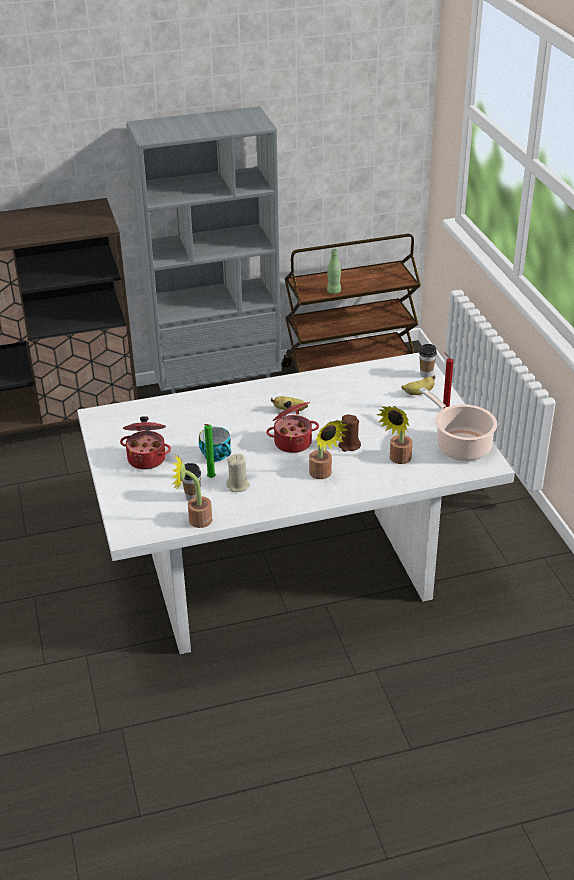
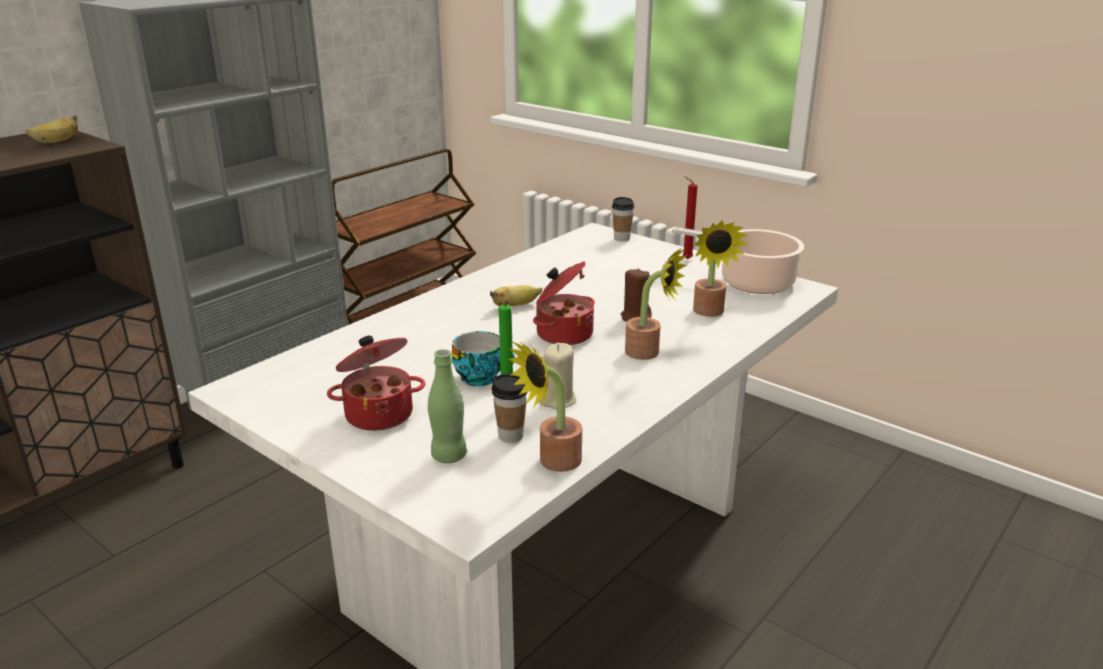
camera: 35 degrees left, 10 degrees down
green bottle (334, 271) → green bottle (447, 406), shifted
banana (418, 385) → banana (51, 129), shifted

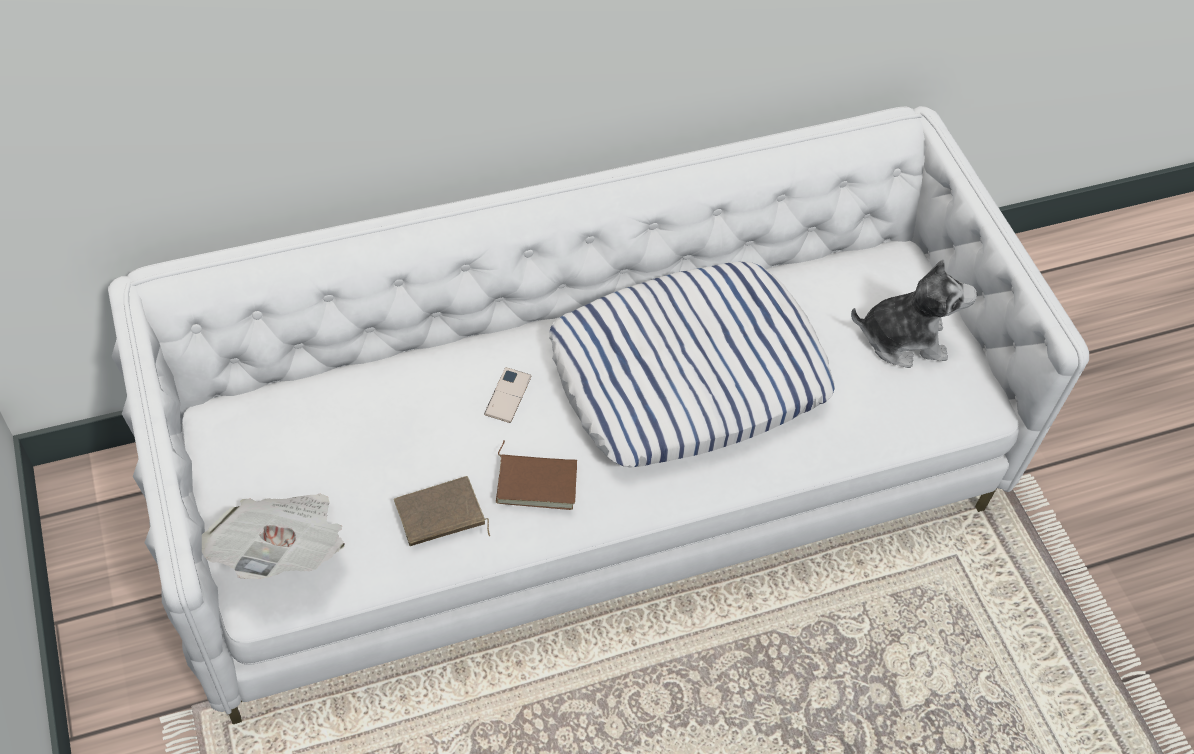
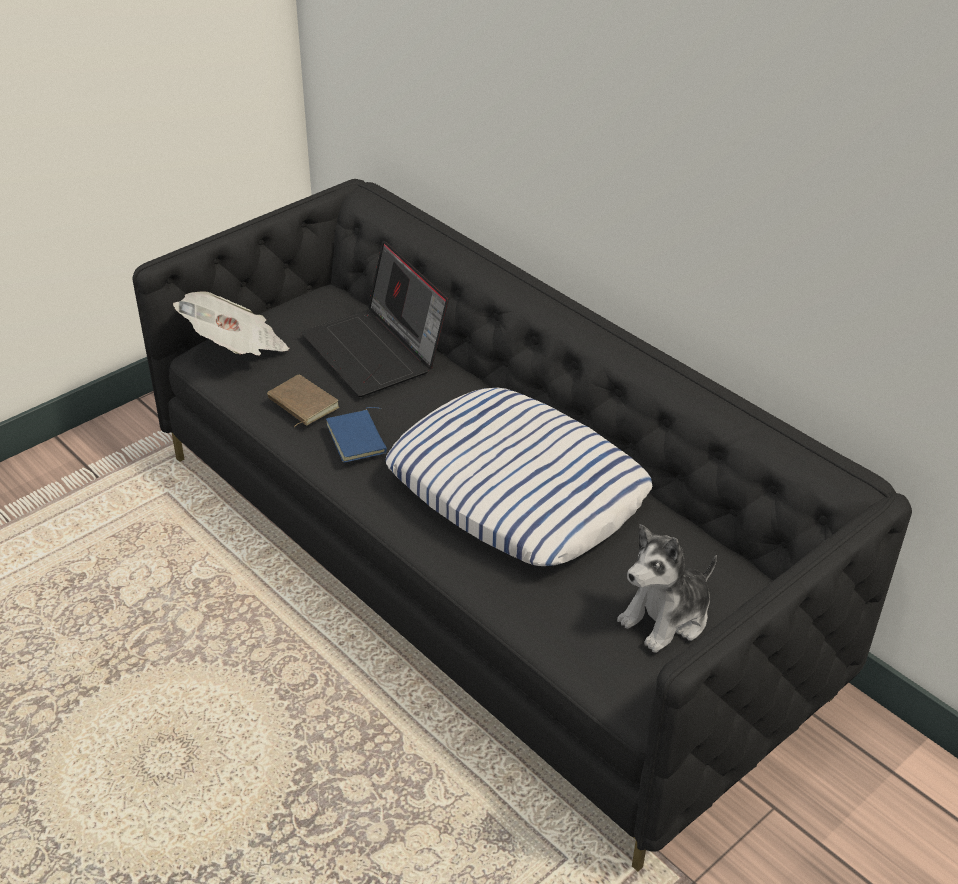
camera: 70 degrees right, 15 degrees down
phone (507, 395) → -
- → laptop (375, 318)
white sofa (598, 415) → black sofa (522, 525)
brown book (536, 475) → blue book (356, 435)
plush toy (914, 314) → plush toy (667, 589), 75 degrees clockwise

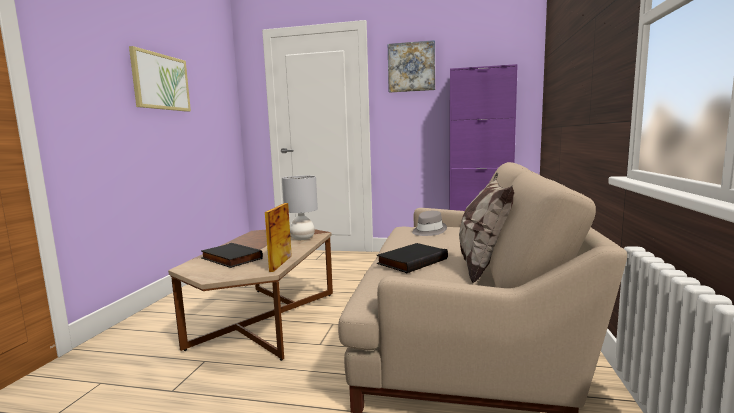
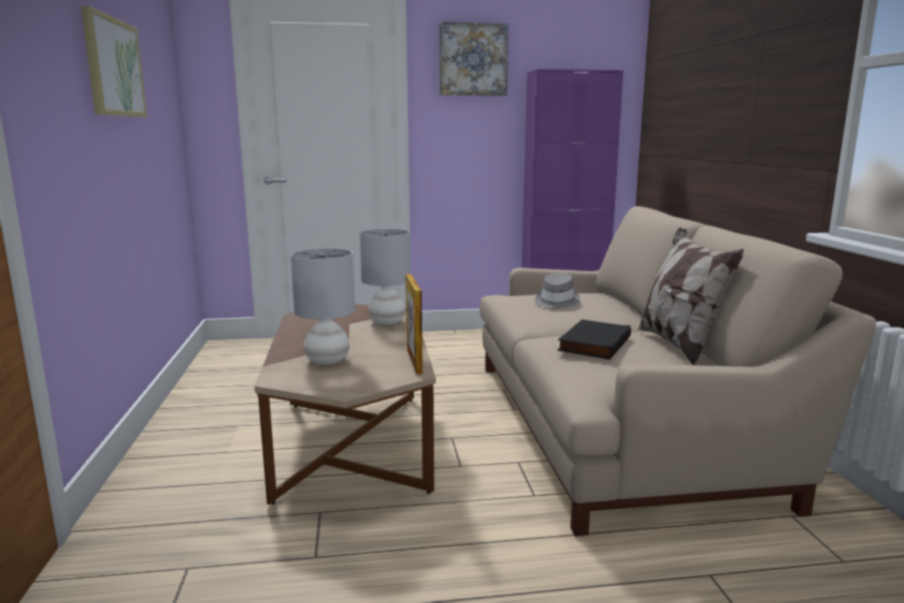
camera: 20 degrees left, 5 degrees up
black book (232, 255) → grey table lamp (323, 306)

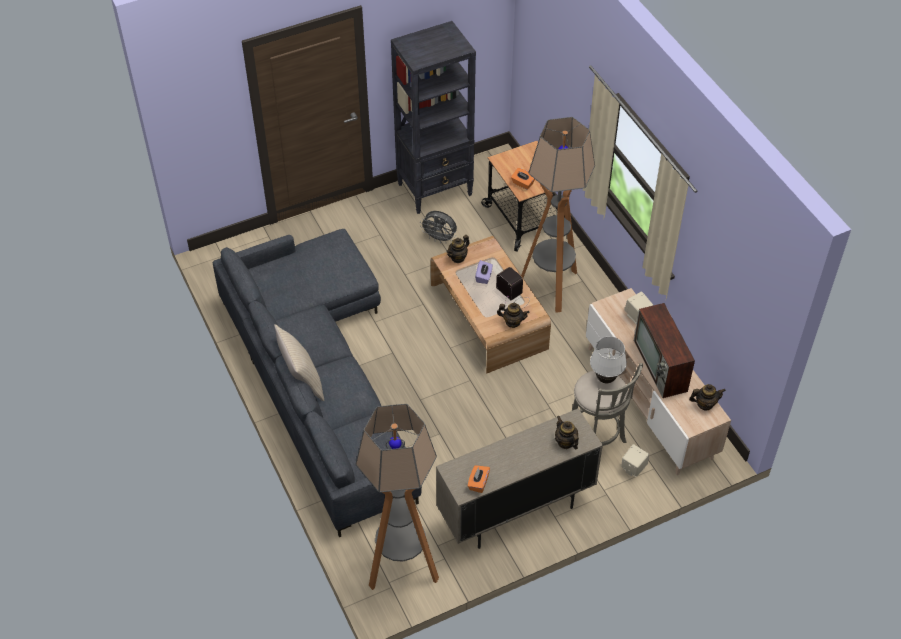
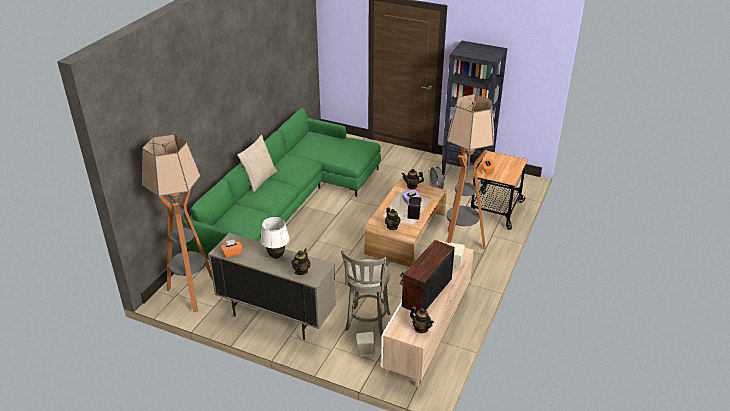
camera: 50 degrees right, 15 degrees down
white table lamp (608, 359) → white table lamp (275, 238), shifted
grey sofa (317, 383) → green sofa (282, 184)

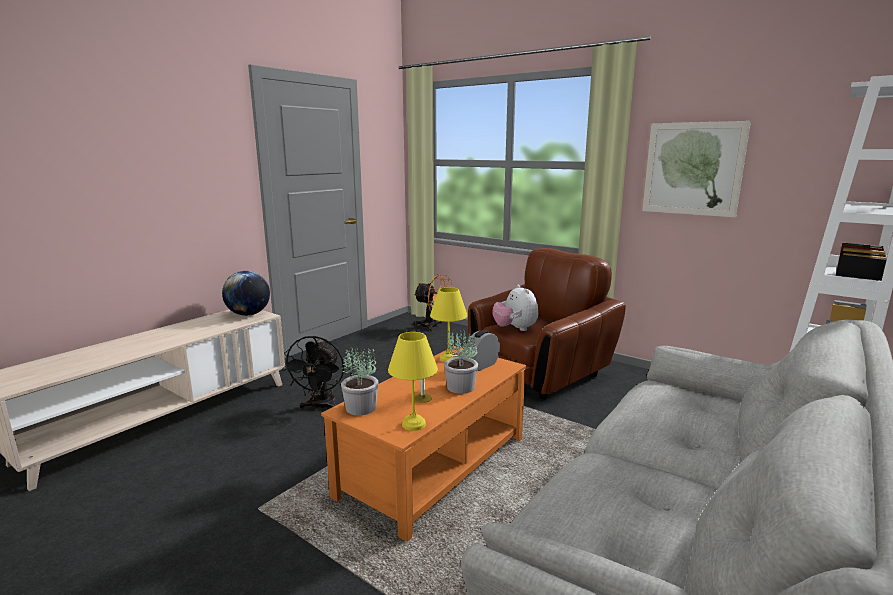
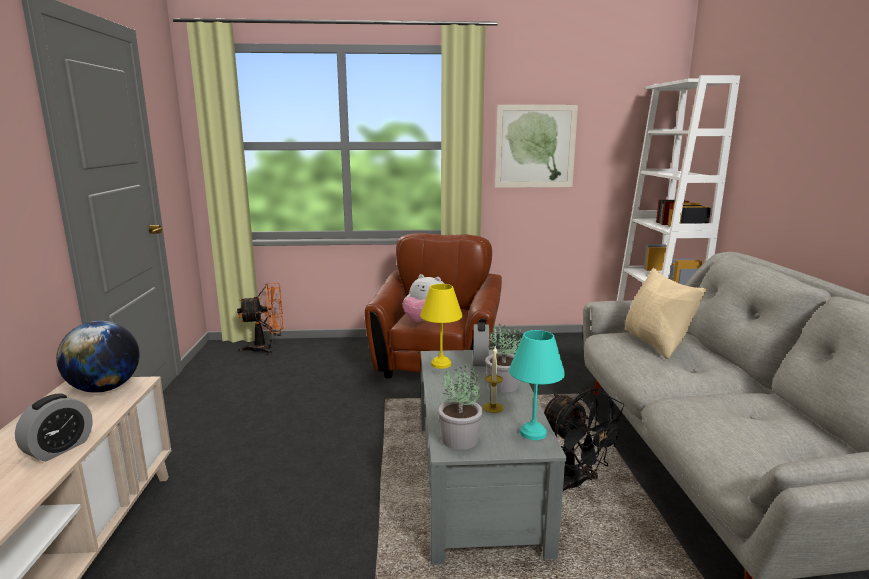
camera: 40 degrees left, 0 degrees up
- → alarm clock (54, 427)
- → beige pillow (665, 313)
black fan (313, 373) → black fan (586, 440), shifted
orange coffee table (423, 444) → grey coffee table (494, 457)
yellow table lamp (413, 381) → turquoise table lamp (537, 385)

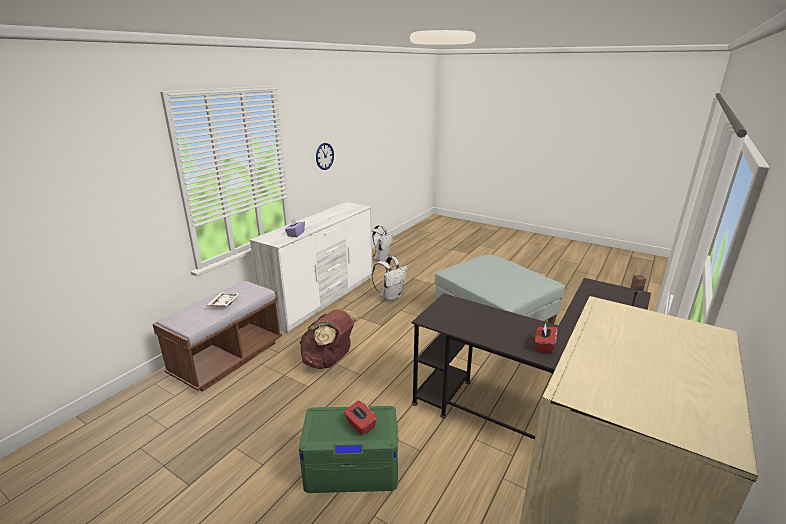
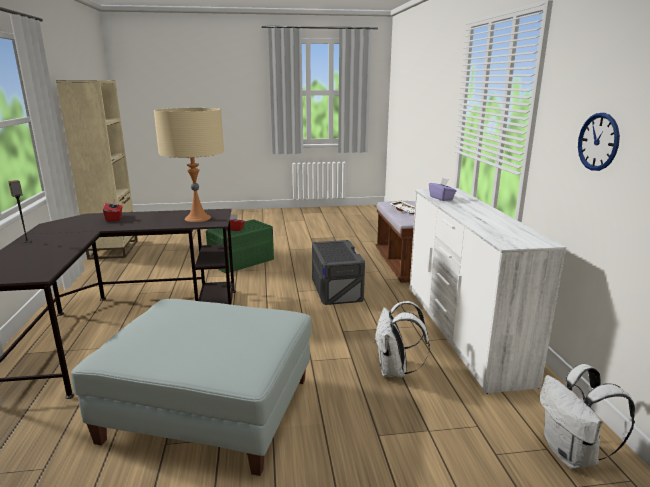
camera: 140 degrees right, 5 degrees down
- → beige table lamp (189, 165)
brown backpack (328, 339) → grey storage box (338, 272)

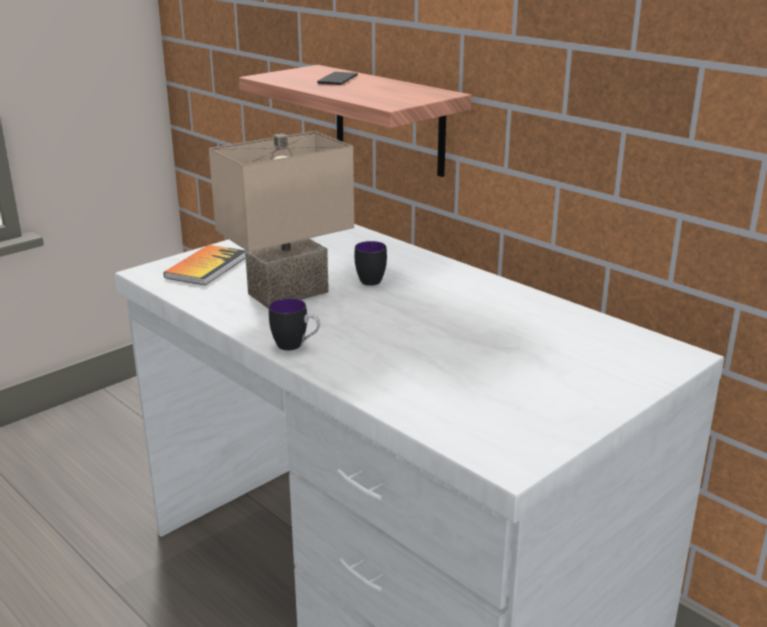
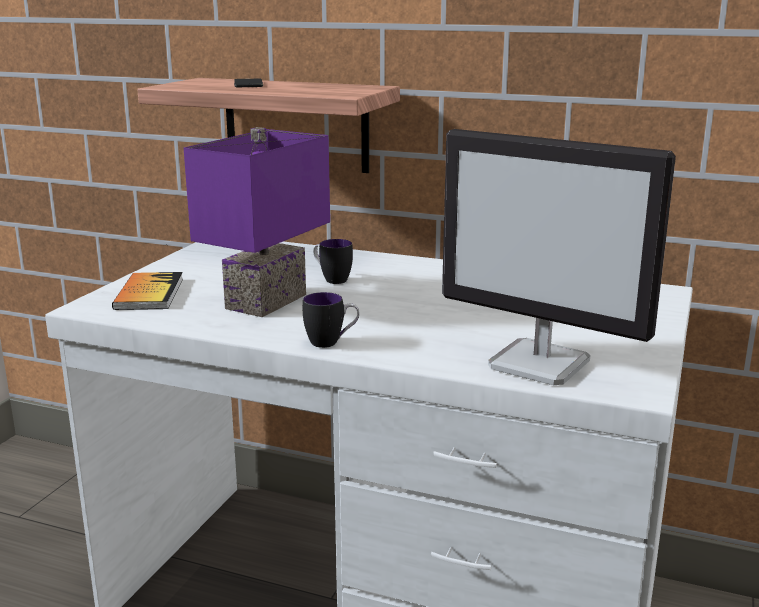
camera: 25 degrees left, 5 degrees down
- → monitor (559, 257)
beige table lamp (281, 220) → purple table lamp (257, 222)

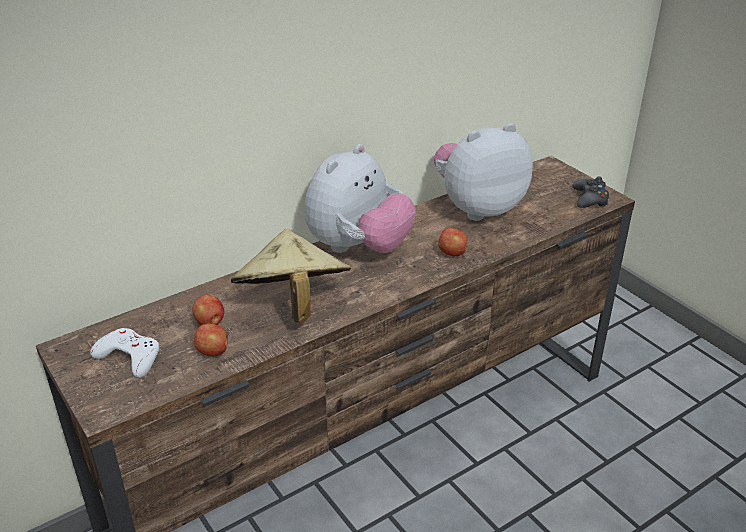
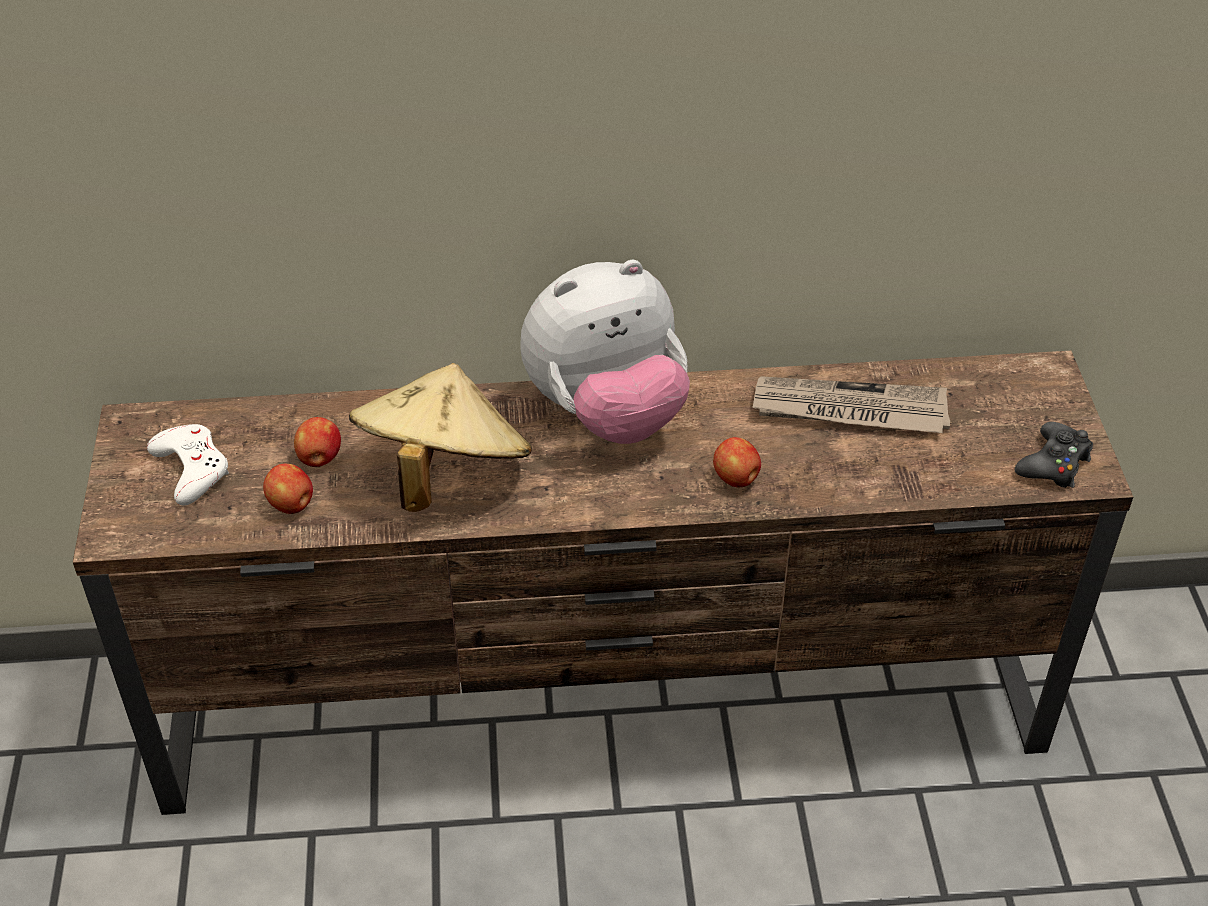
camera: 30 degrees right, 10 degrees up
plush toy (483, 172) → newspaper (851, 404)

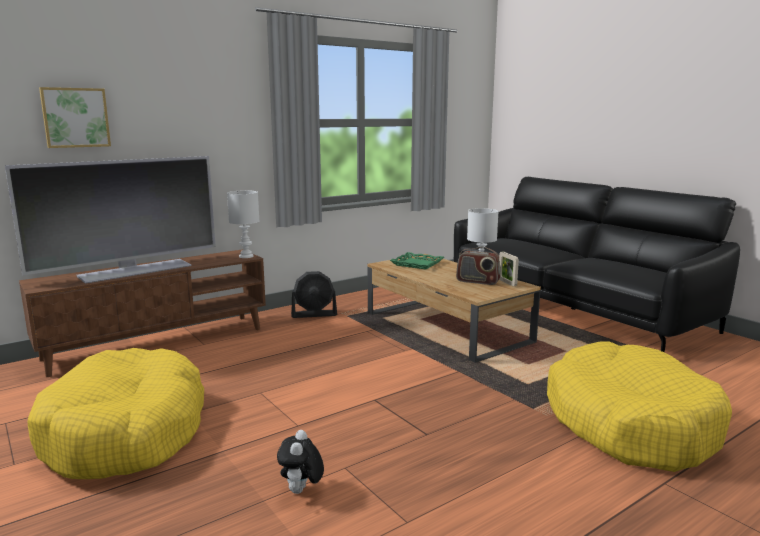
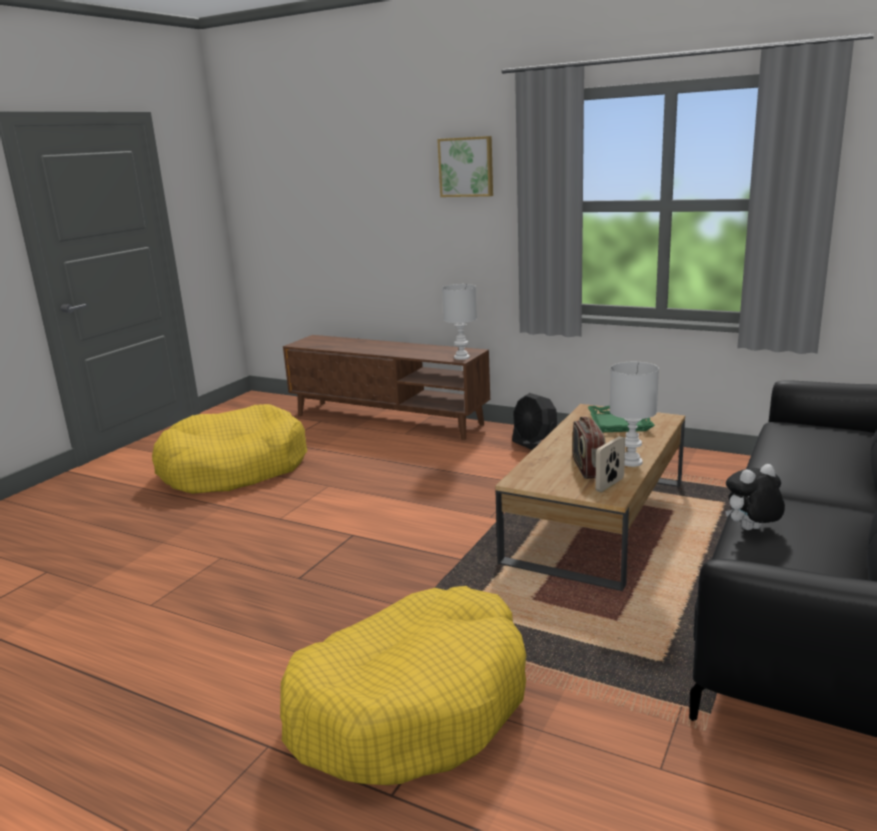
camera: 65 degrees right, 5 degrees up
television (110, 220) → -
picture (75, 117) → picture (465, 166), shifted
plush toy (300, 462) → plush toy (755, 497), shifted

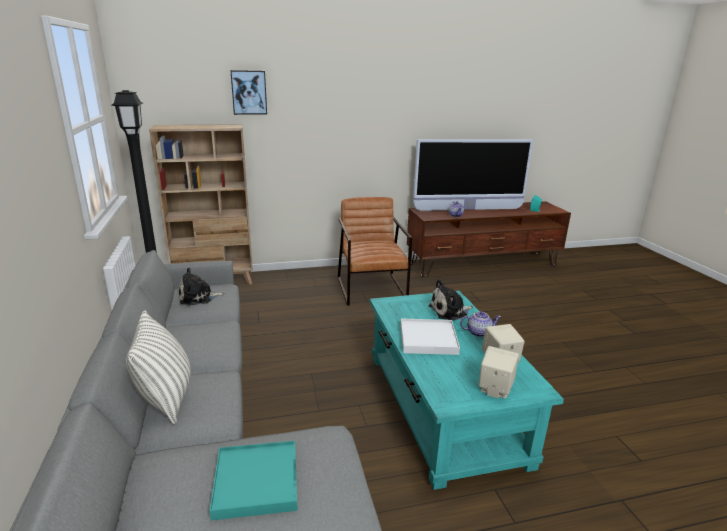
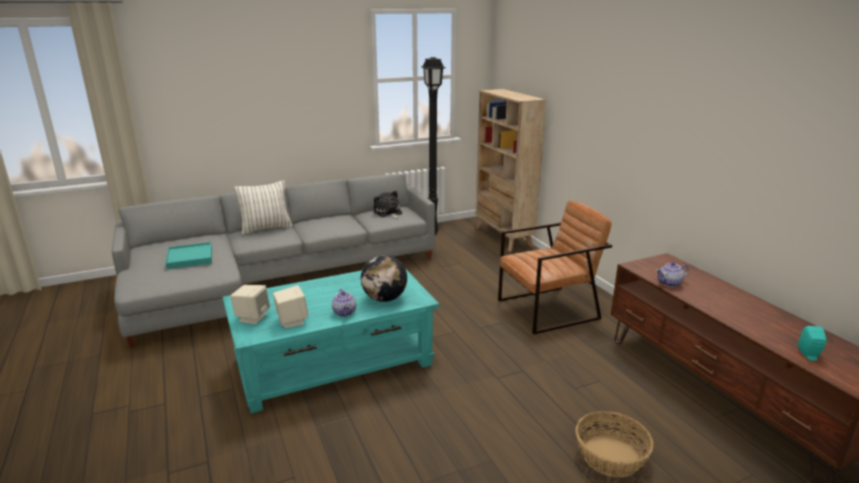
camera: 80 degrees right, 0 degrees up
picture (248, 92) → -
white tray (430, 337) → -
television (473, 175) → -
- → basket (614, 444)
plush toy (450, 300) → globe (384, 278)

